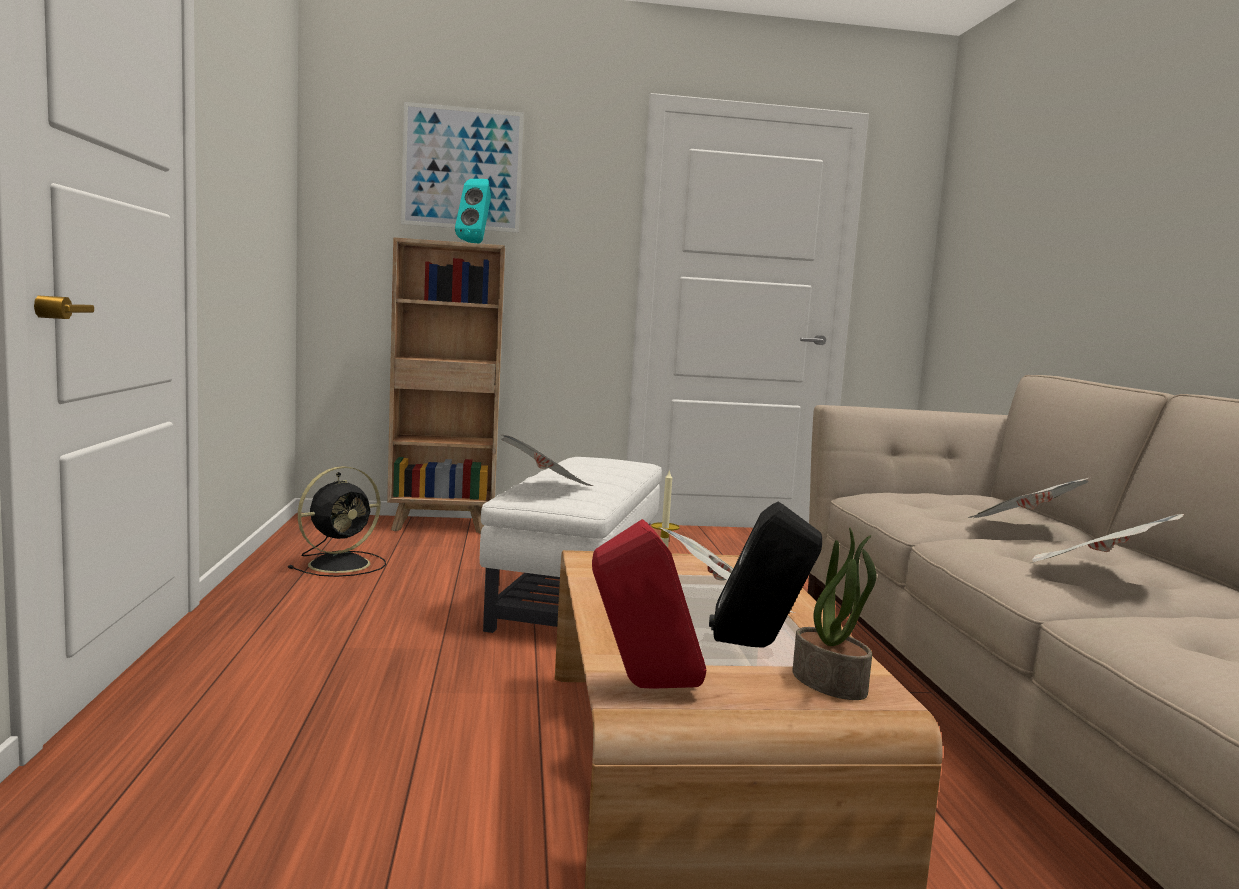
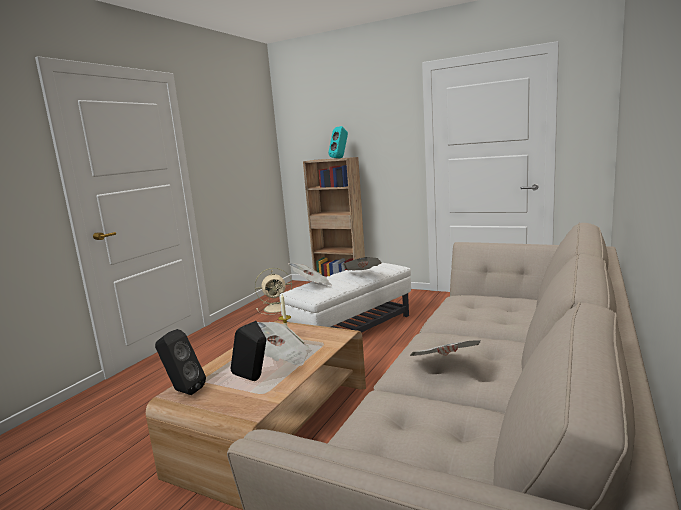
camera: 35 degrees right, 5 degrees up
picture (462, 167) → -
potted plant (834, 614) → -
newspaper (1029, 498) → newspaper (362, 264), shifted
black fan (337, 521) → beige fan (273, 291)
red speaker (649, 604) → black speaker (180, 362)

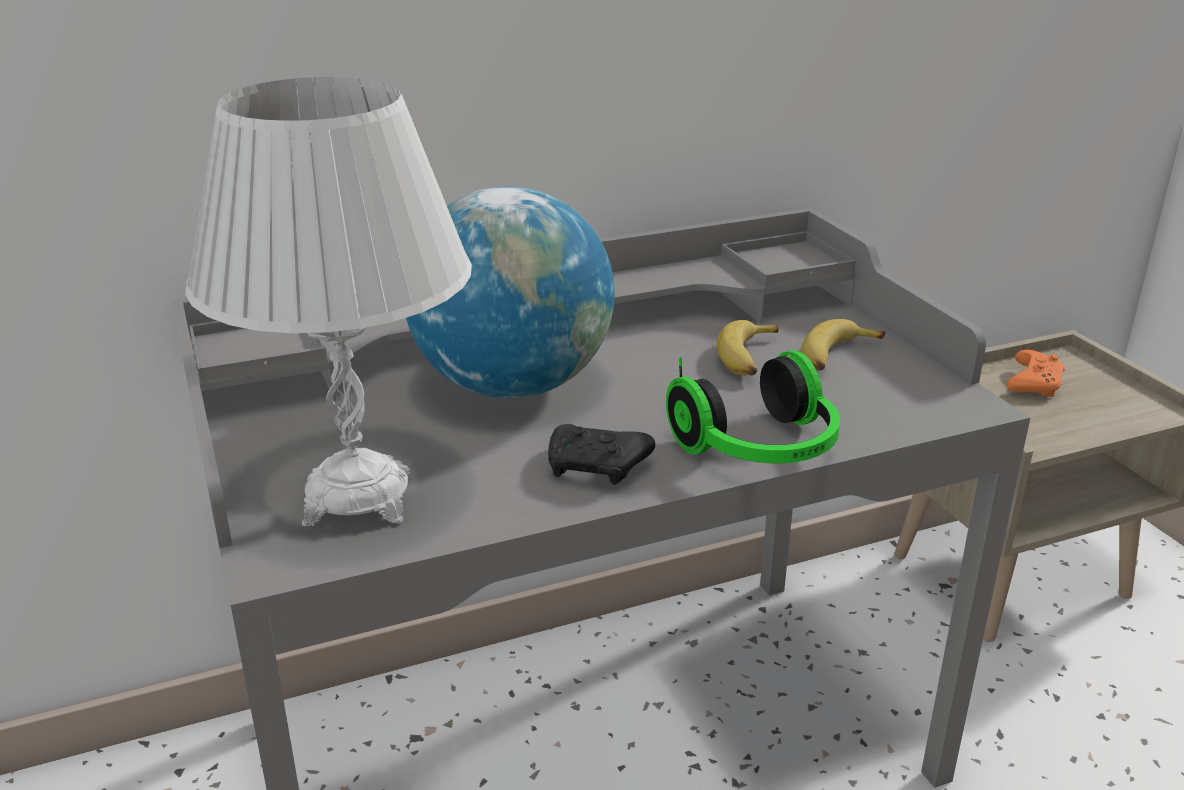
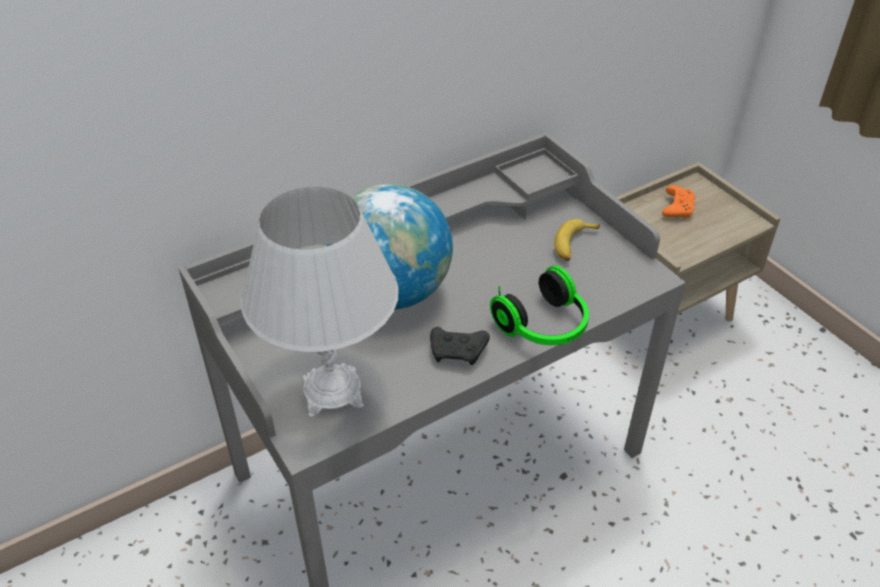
camera: 10 degrees left, 15 degrees up
banana (748, 348) → -

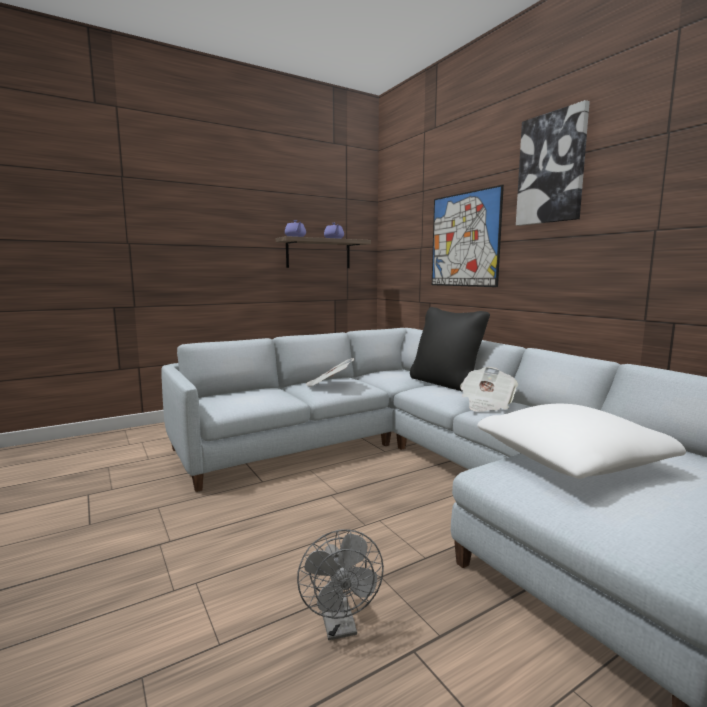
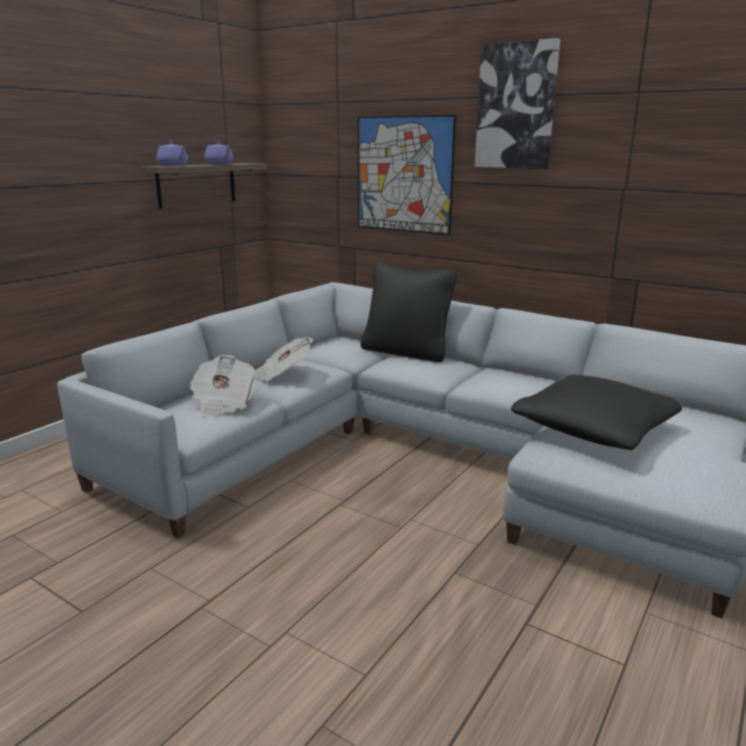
camera: 25 degrees left, 10 degrees up
grey fan (340, 584) → -
newspaper (489, 389) → newspaper (223, 386), shifted
white pillow (581, 441) → black pillow (596, 412)

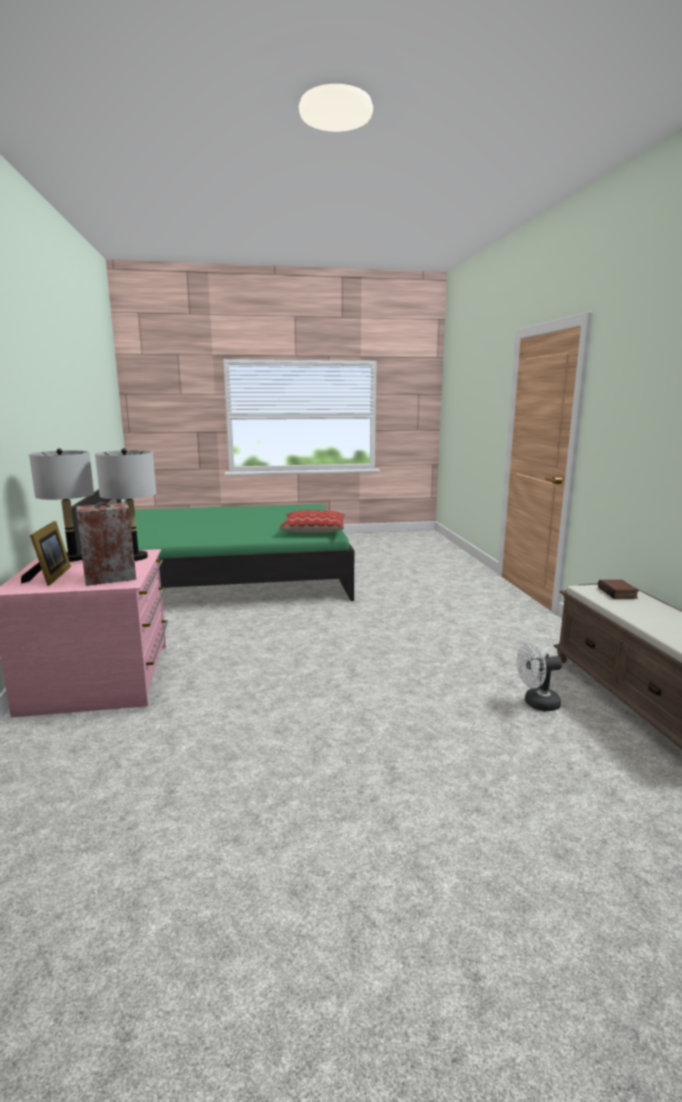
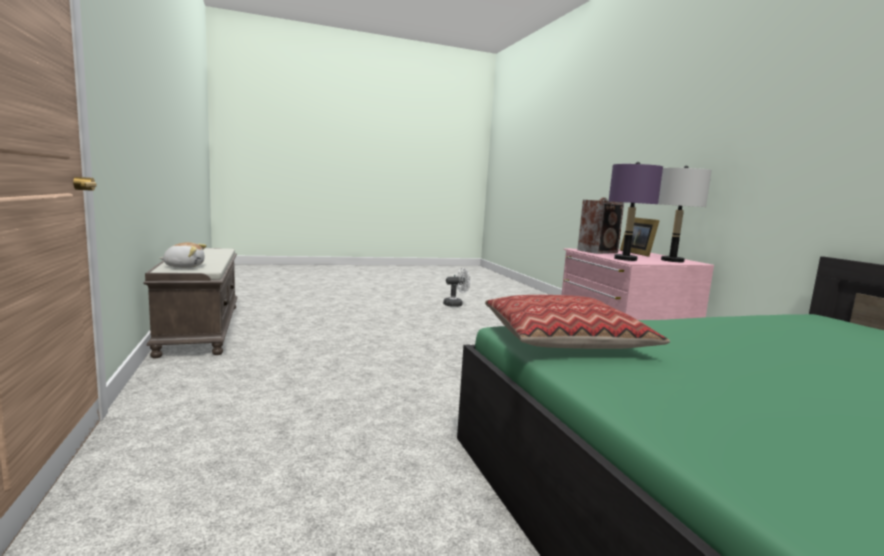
camera: 170 degrees right, 5 degrees down
white fan (539, 676) → white fan (456, 287), shifted
book (618, 589) → plush toy (183, 255)
grey table lamp (125, 504) → purple table lamp (636, 211)

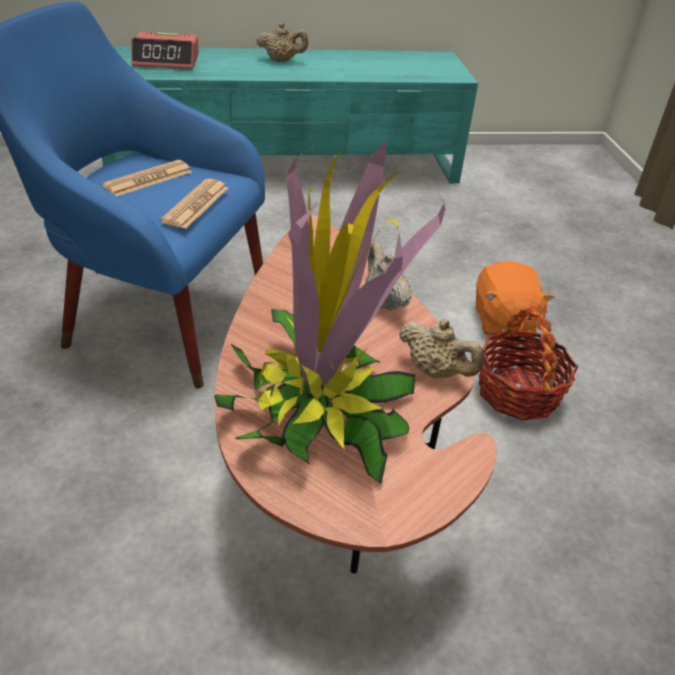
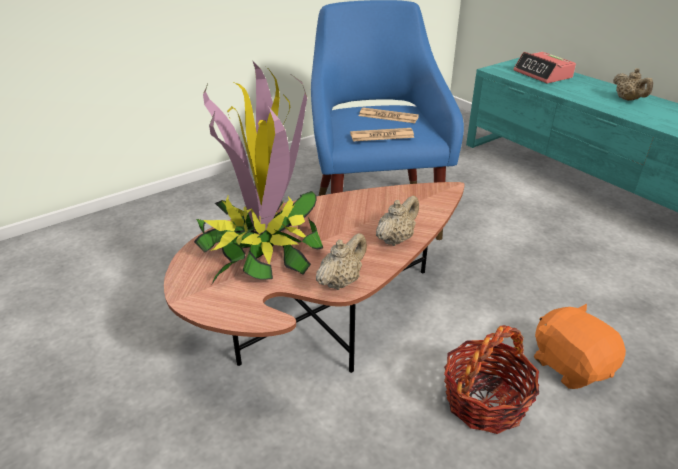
camera: 65 degrees right, 5 degrees down
beige teapot (441, 348) → beige teapot (341, 261), 150 degrees counterclockwise
orange plush toy (515, 298) → orange plush toy (580, 346), 90 degrees clockwise

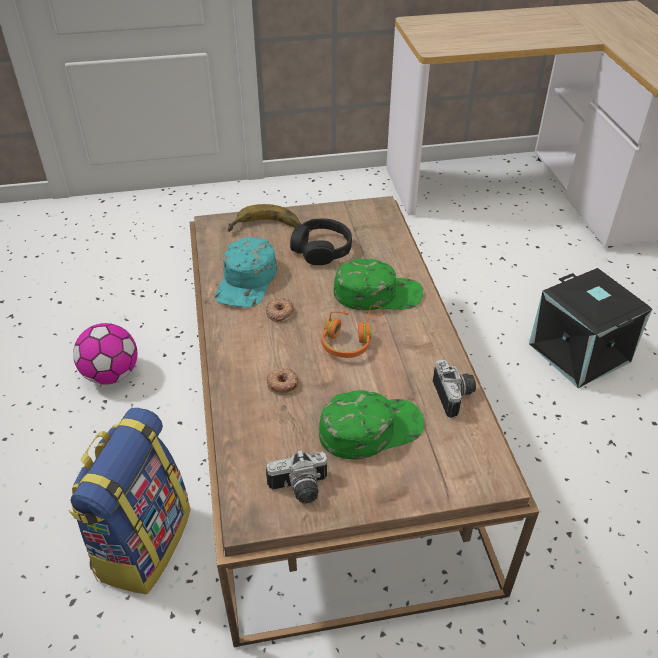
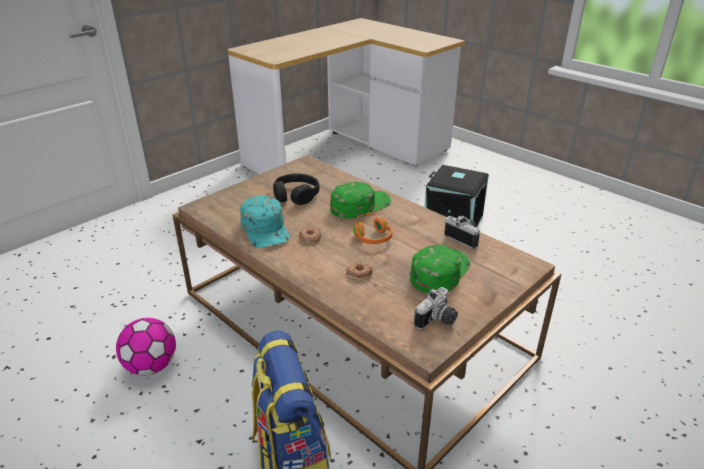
camera: 35 degrees left, 10 degrees down
banana (264, 218) → -

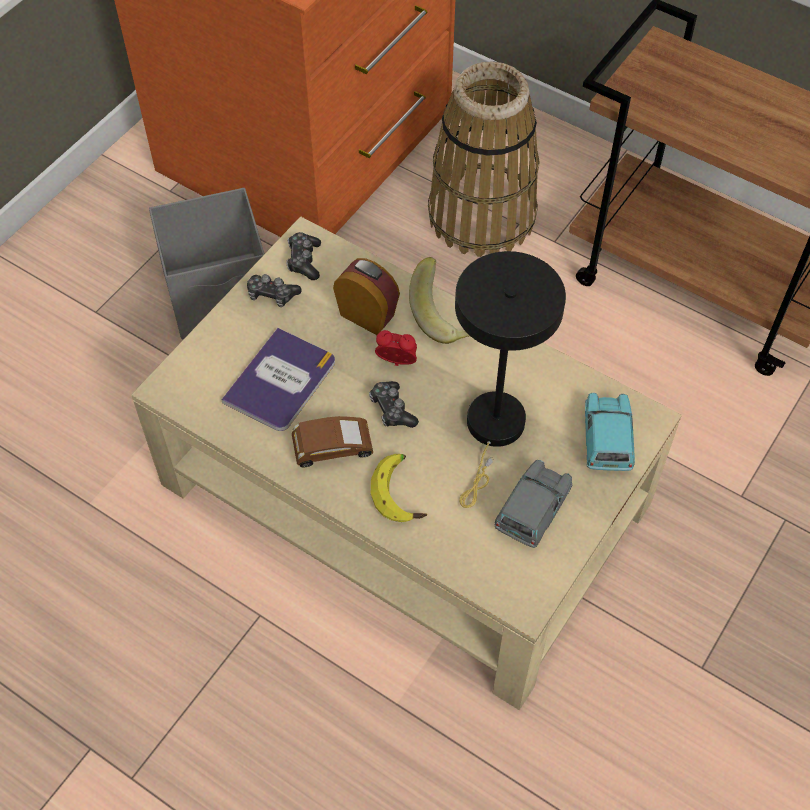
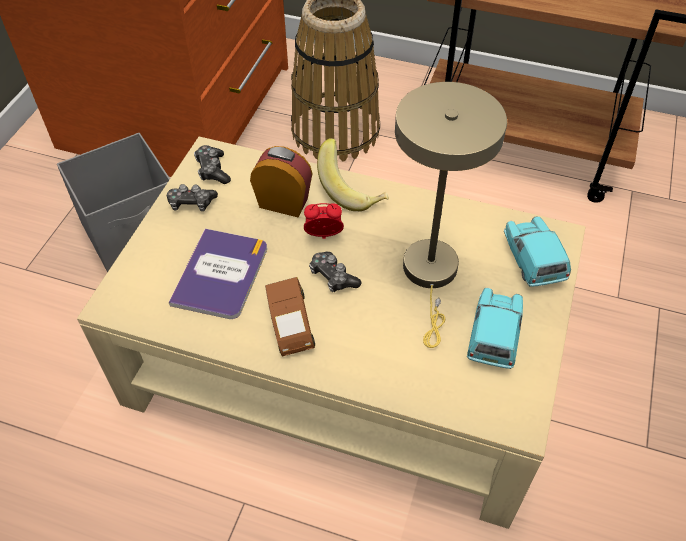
camera: 15 degrees left, 5 degrees down
banana (399, 488) → -
black table lamp (510, 379) → beige table lamp (451, 215)
grey toy car (533, 504) → turquoise toy car (495, 328)
brown toy car (332, 441) → brown toy car (290, 317), 105 degrees clockwise

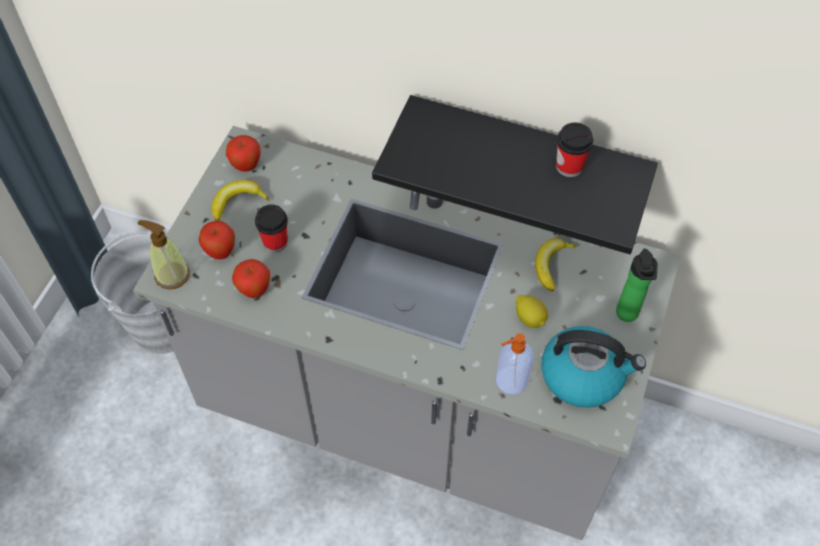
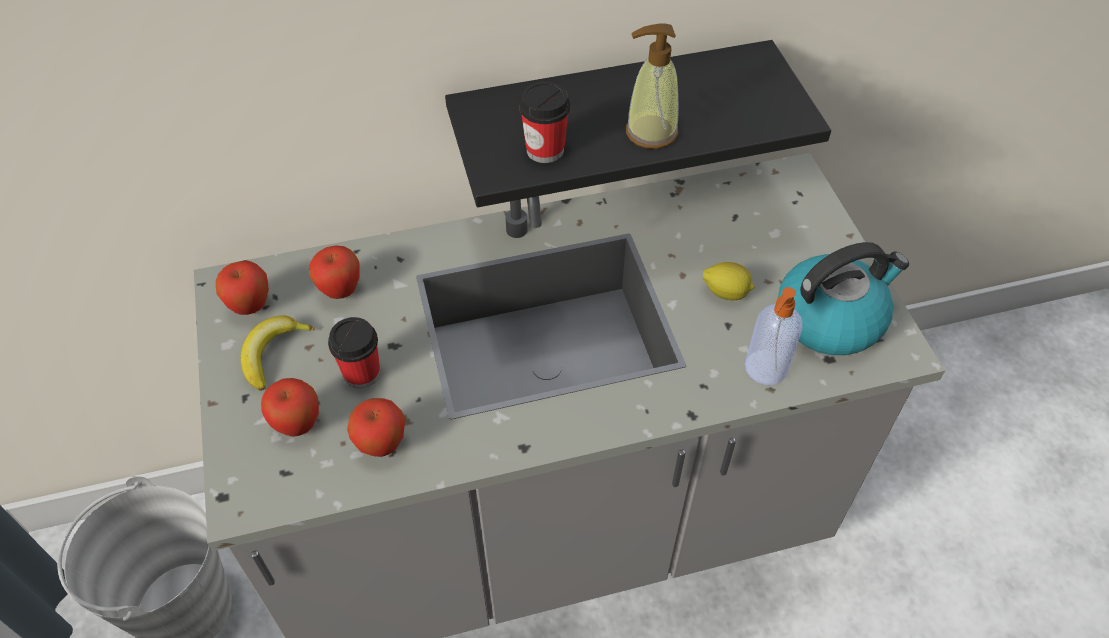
camera: 35 degrees left, 5 degrees down
banana (556, 264) → -
bottle (637, 285) → -
- → apple (334, 272)
soap dispenser (163, 255) → soap dispenser (652, 86), shifted
cup (574, 149) → cup (544, 122), shifted

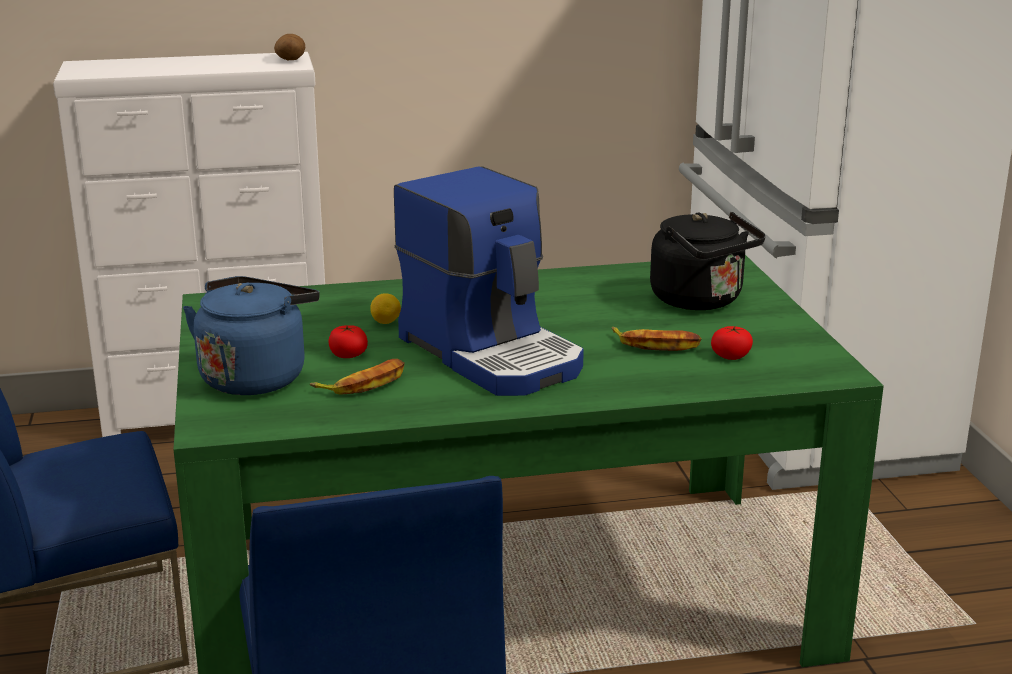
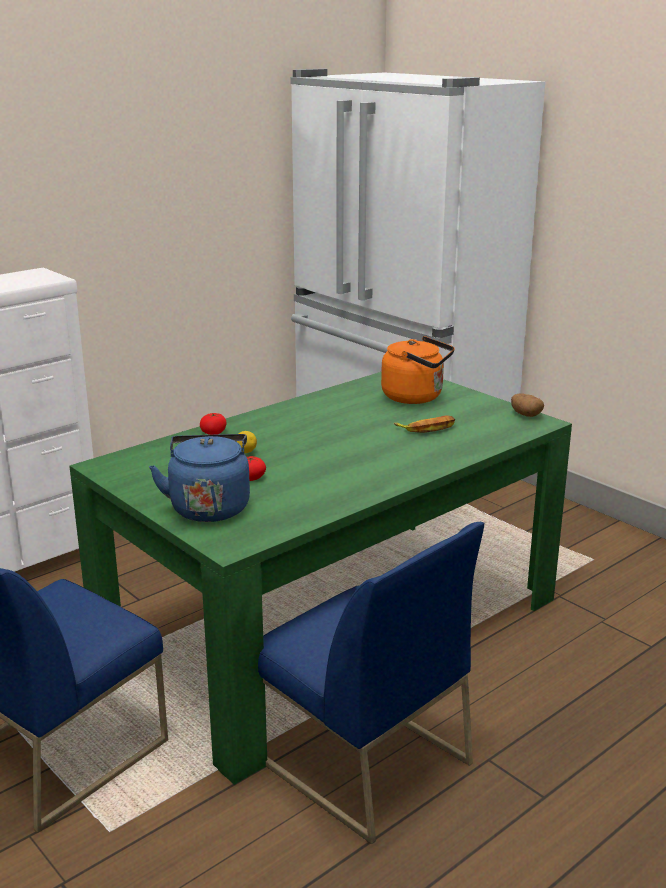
camera: 30 degrees left, 0 degrees up
banana (357, 377) → -
coffee machine (489, 281) → -
potato (290, 47) → potato (527, 405), shifted
tomato (732, 343) → tomato (213, 424), shifted
black kettle (708, 261) → orange kettle (418, 370)

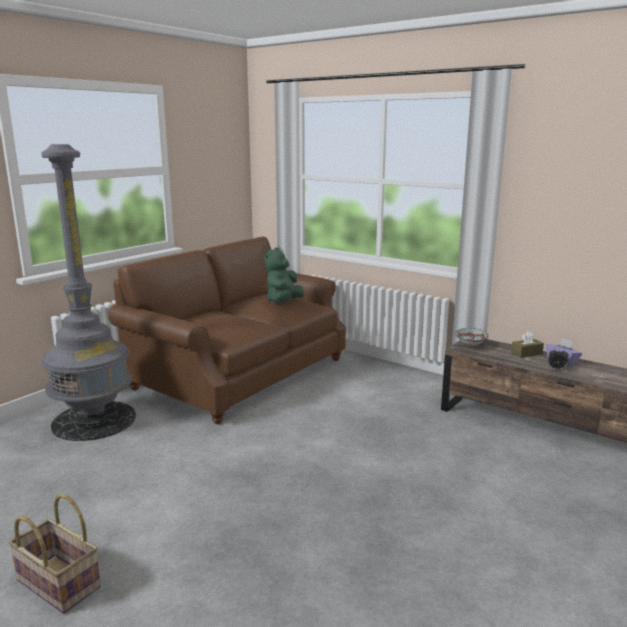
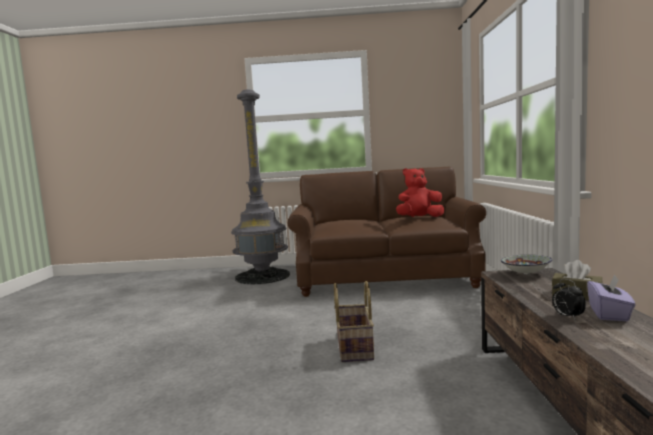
camera: 55 degrees right, 10 degrees down
basket (54, 554) → basket (354, 321), shifted
green plush toy (284, 275) → red plush toy (420, 192)

